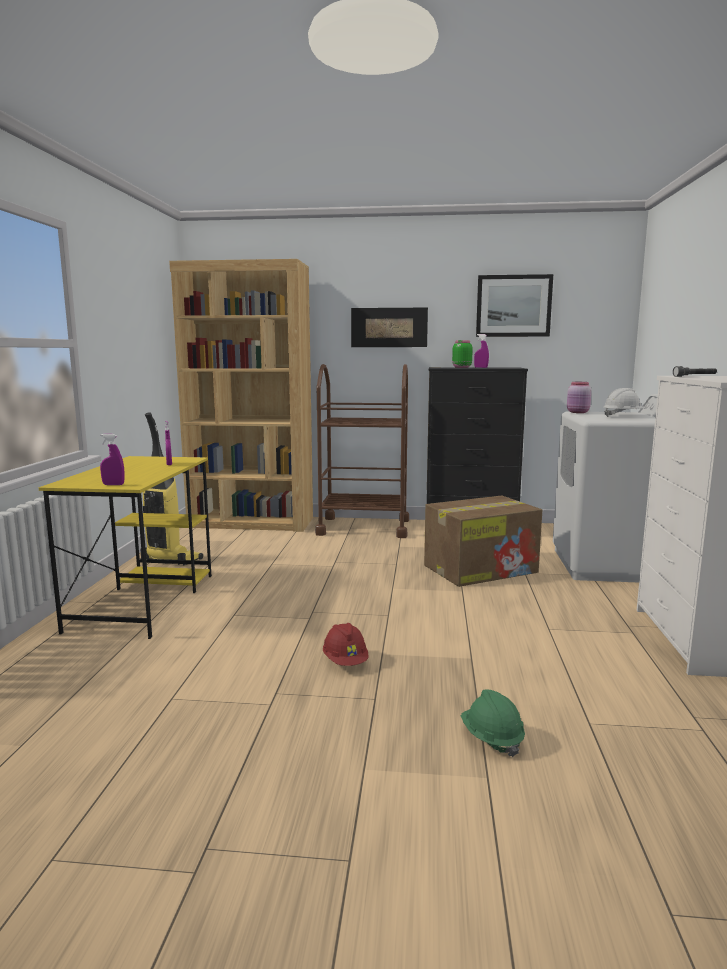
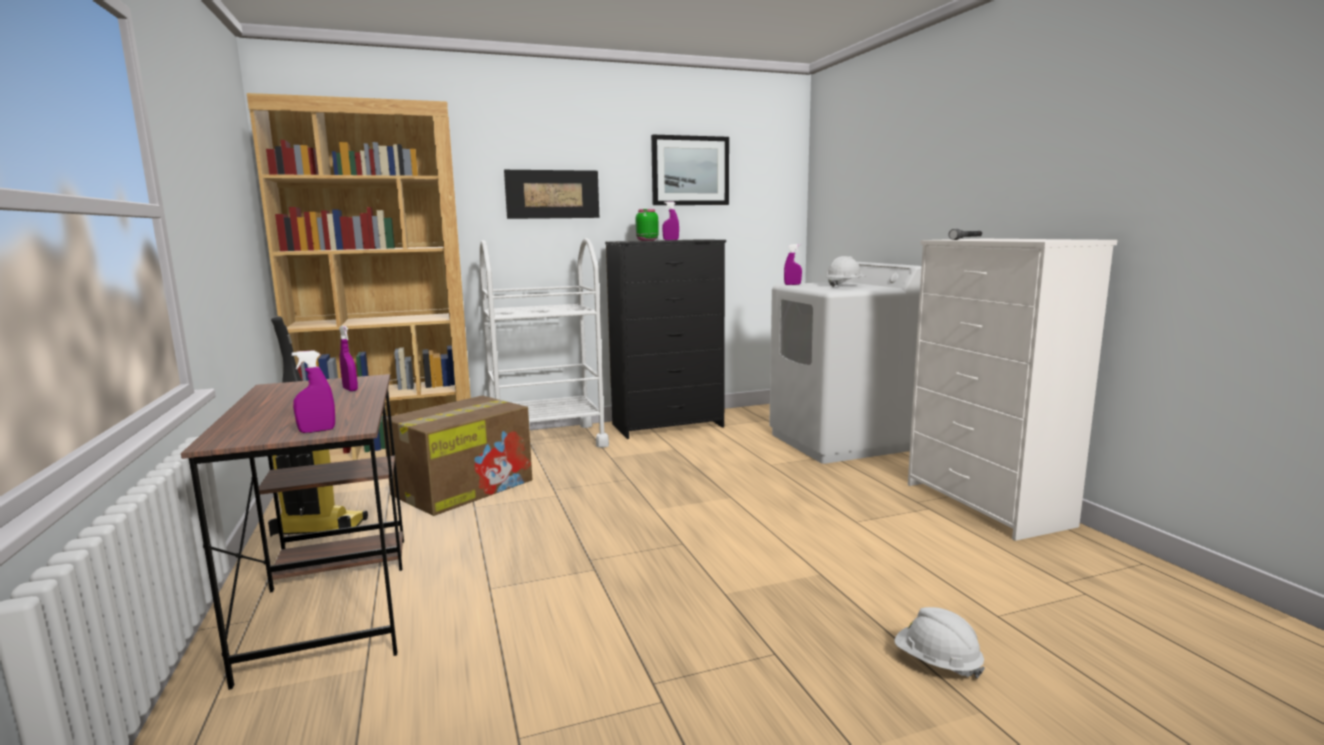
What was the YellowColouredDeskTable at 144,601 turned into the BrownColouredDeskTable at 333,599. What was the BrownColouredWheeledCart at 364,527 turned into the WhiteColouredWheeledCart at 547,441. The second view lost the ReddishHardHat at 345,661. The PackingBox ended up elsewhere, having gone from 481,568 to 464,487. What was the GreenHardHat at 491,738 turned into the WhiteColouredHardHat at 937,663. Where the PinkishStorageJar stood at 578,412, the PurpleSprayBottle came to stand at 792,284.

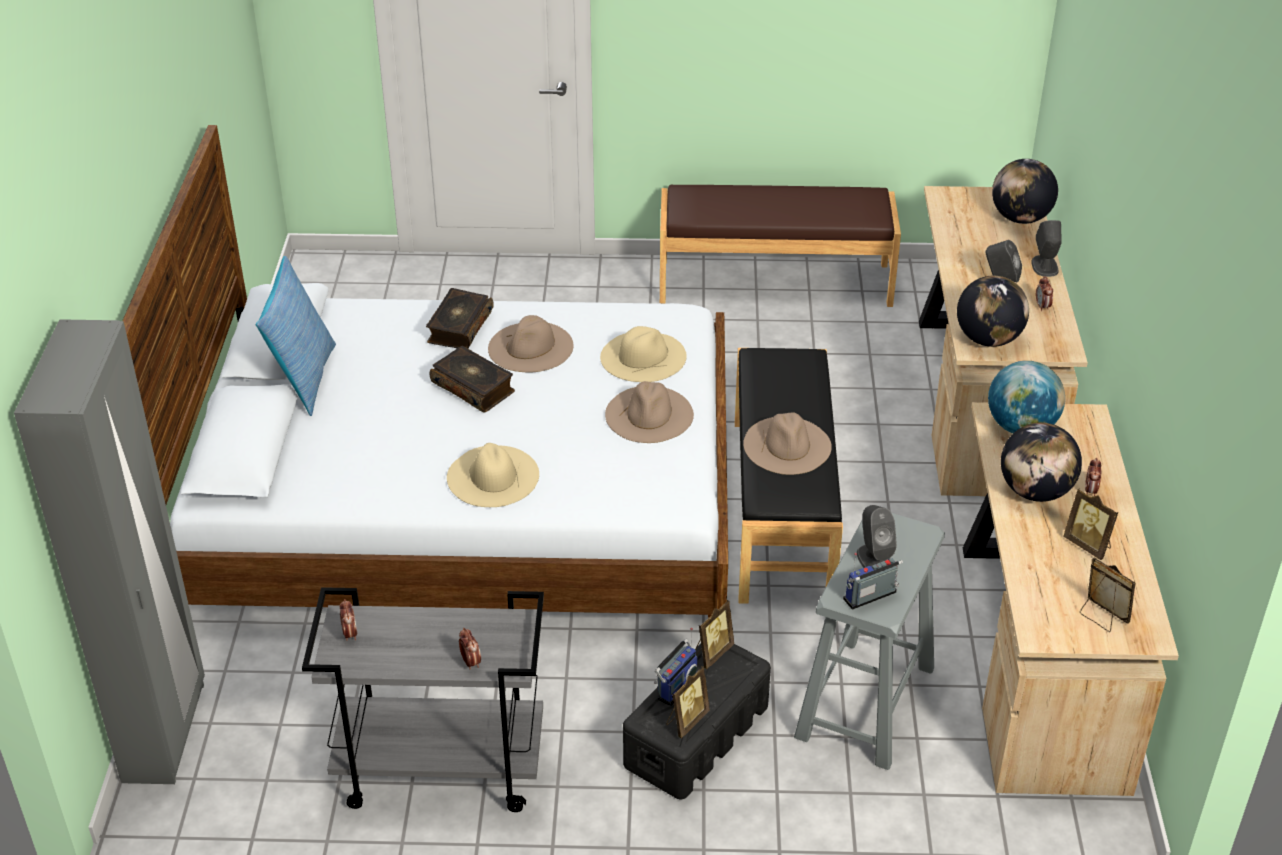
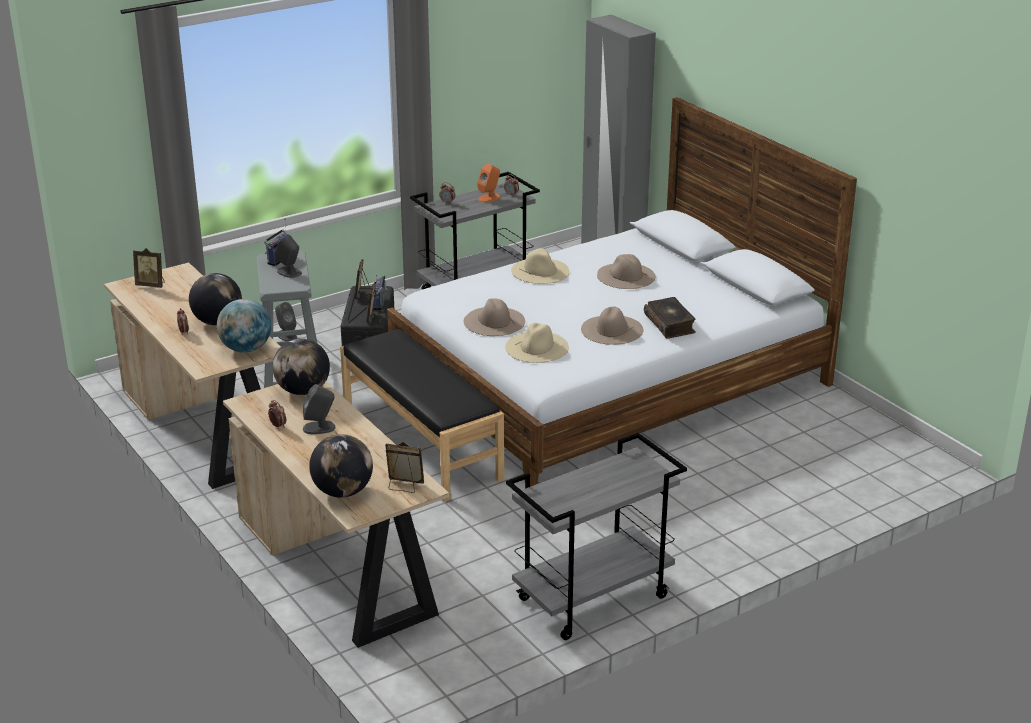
The second view lost the Cushion at 303,379. The second view lost the BoundBook at 473,387. Where the BrownColouredLongSeat stood at 774,282, the GreyishWheeledCart came to stand at 592,599. The SandColouredHat ended up elsewhere, having gone from 787,445 to 625,276. The GreyishLoudspeaker ended up elsewhere, having gone from 1044,266 to 286,335. The PhotoFrame ended up elsewhere, having gone from 1088,545 to 404,486. The second view gained the OrangeyLoudspeaker at 489,198.

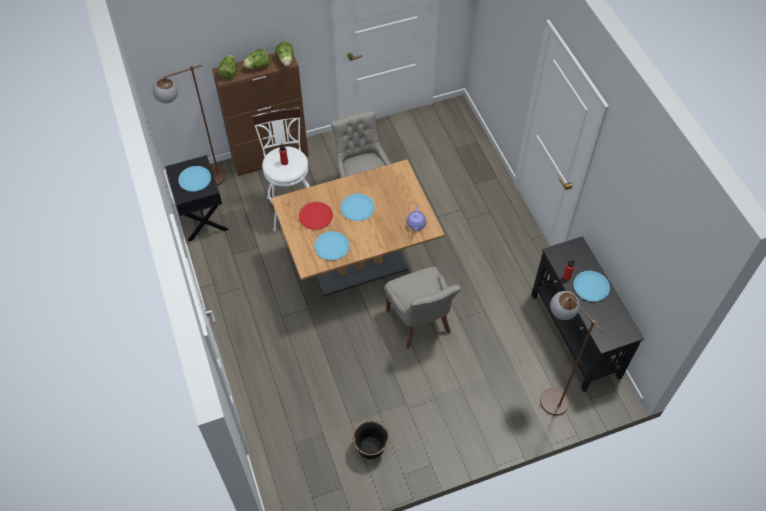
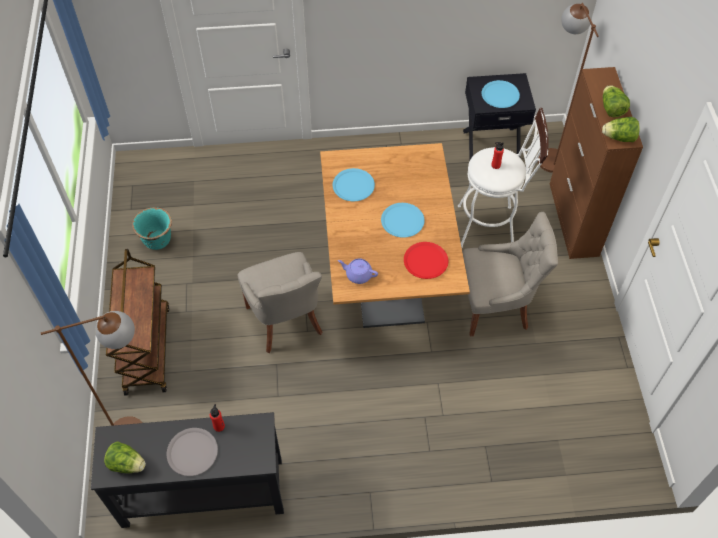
The HeadOfLettuce ended up elsewhere, having gone from 229,73 to 127,464. The ReddishFlatDish ended up elsewhere, having gone from 315,216 to 425,261. What was the BlackFlowerPot at 371,448 turned into the TurquoiseFlowerPot at 158,241. The GreyishChair at 420,322 ended up facing another way, 105 degrees counterclockwise from before. What was the BlueFlatDish at 591,286 turned into the GreyishFlatDish at 192,452. The second view gained the BrownColouredWheeledCart at 147,349.

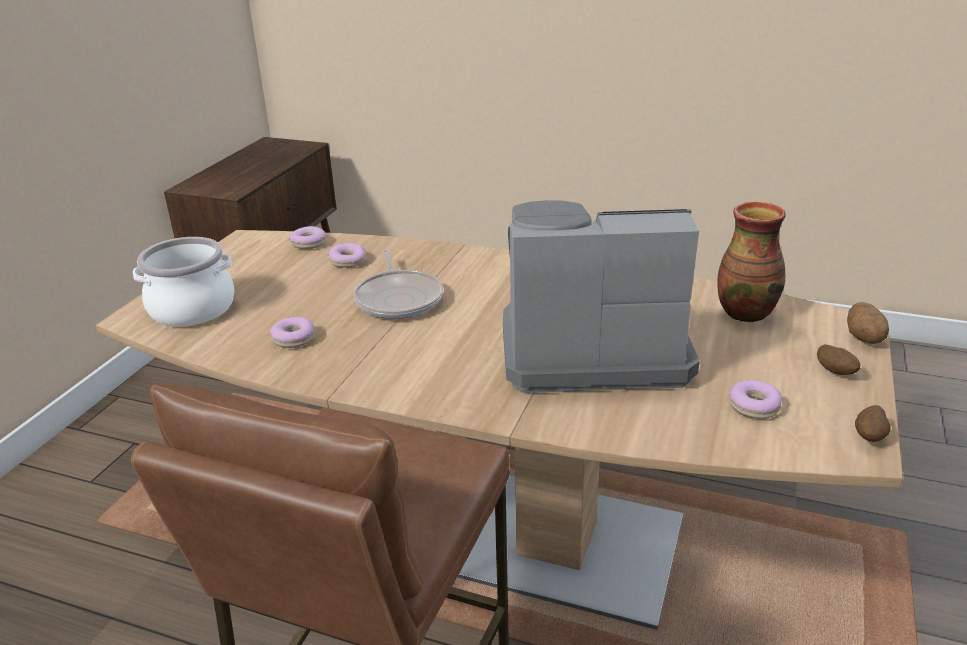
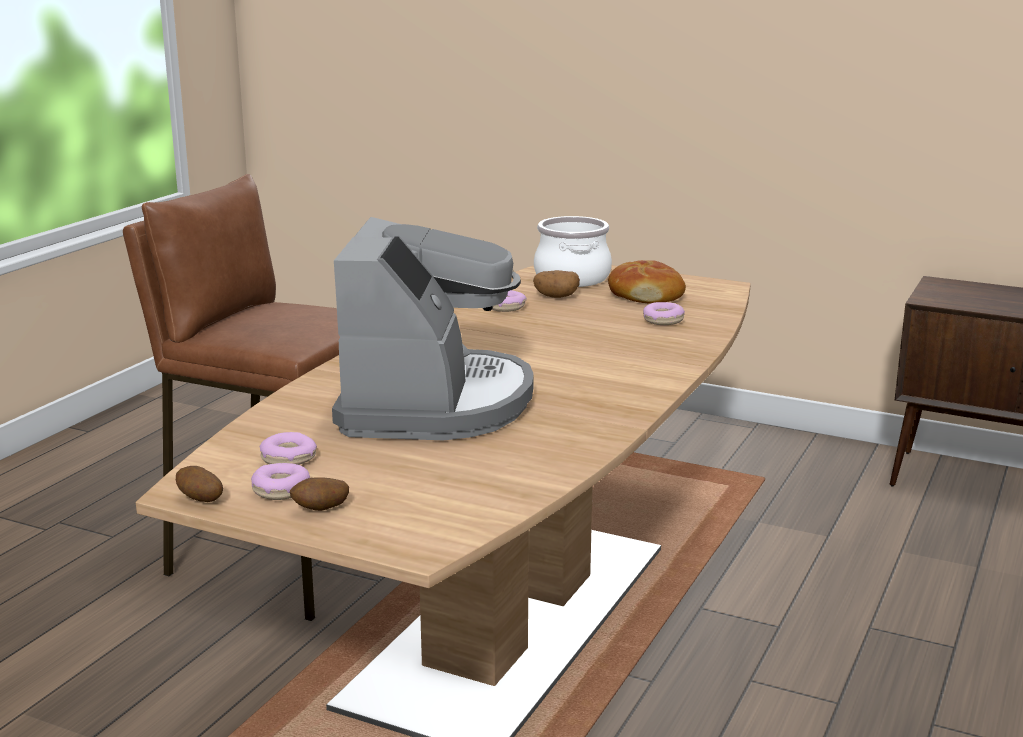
The Doughnut ended up elsewhere, having gone from 308,243 to 281,490. The second view lost the Pan at 399,298. The second view lost the DecorativeVase at 745,312. The Spud ended up elsewhere, having gone from 865,338 to 556,297. The second view gained the BakeryBread at 645,295.

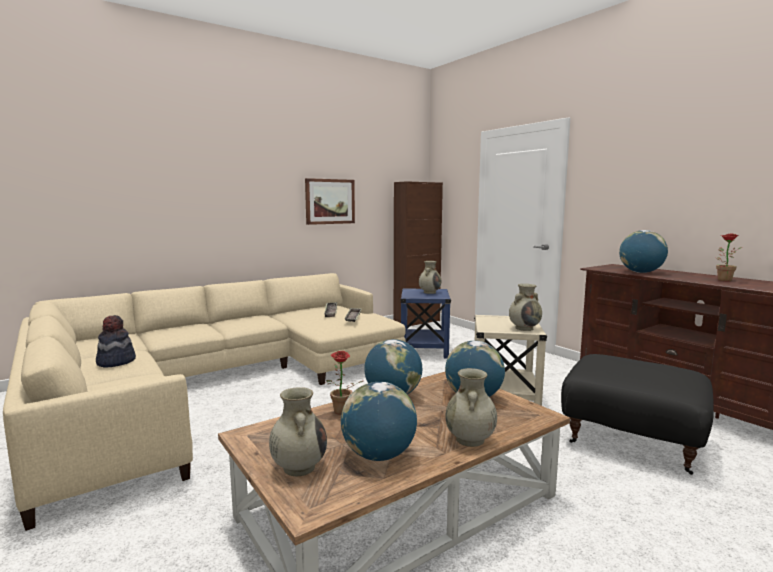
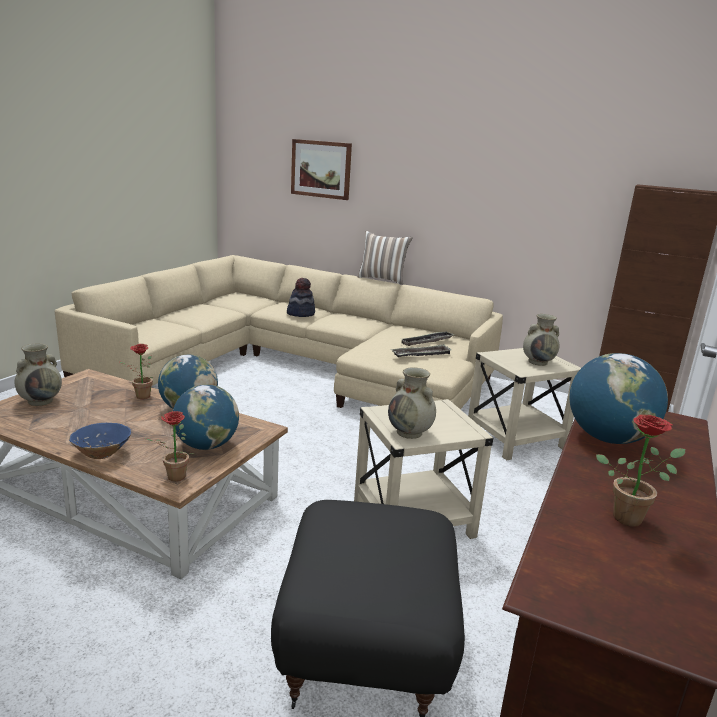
The Hat ended up elsewhere, having gone from 115,361 to 300,313. The WallArt ended up elsewhere, having gone from 330,201 to 321,169. The second view lost the Globe at 378,455. What was the BlueEndTable at 424,350 turned into the SandColouredEndTable at 516,439. Where the SandColouredDecorativeVase stood at 470,440, the BlueBowl came to stand at 102,454. The second view gained the PottedPlant at 172,478. The second view gained the Cushion at 382,279.

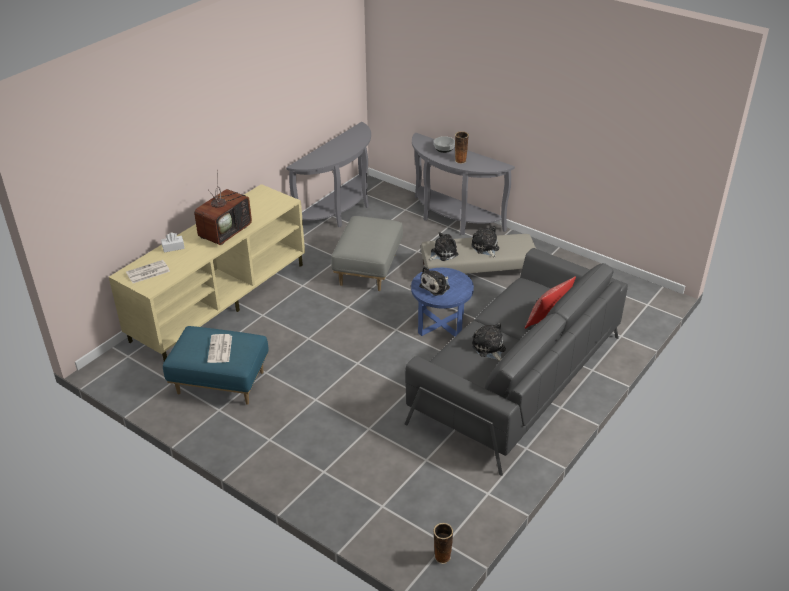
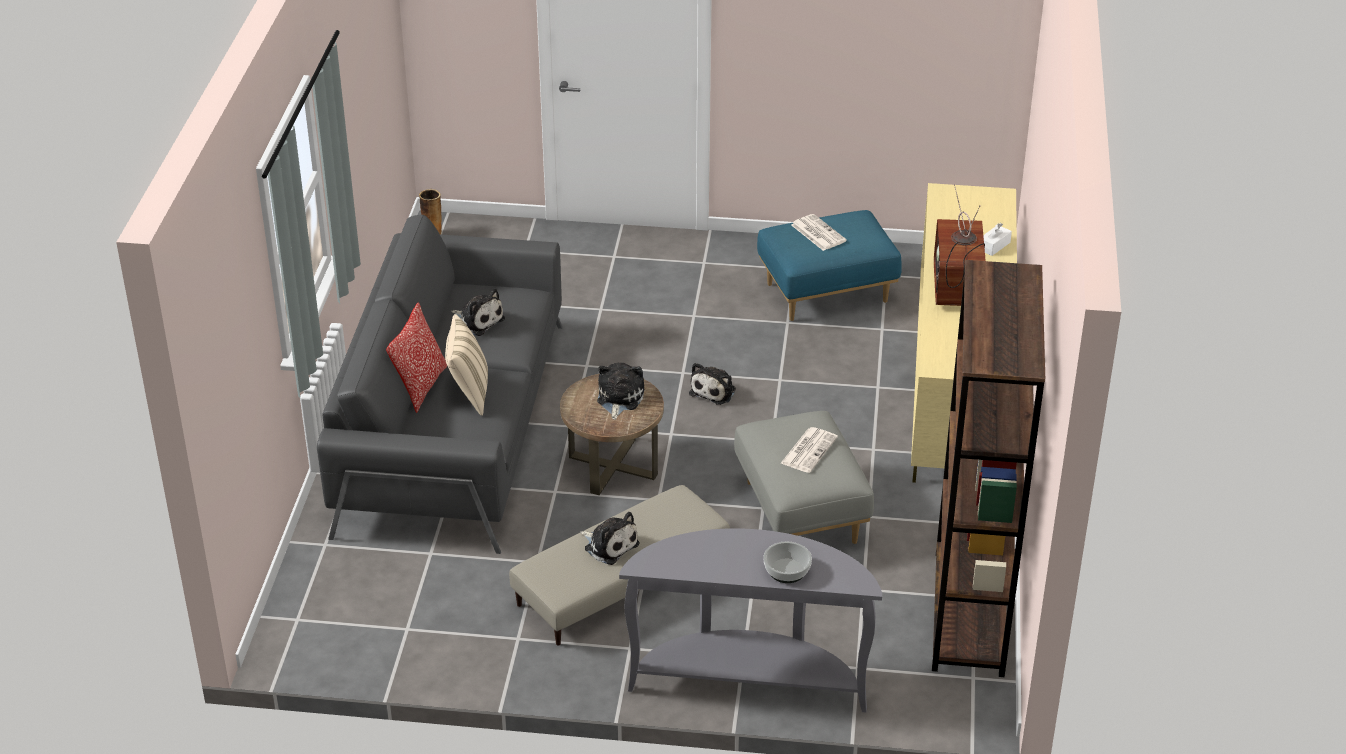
The DailyPaper ended up elsewhere, having gone from 147,272 to 809,450. Where the GreyishHallTable stood at 340,212, the BrownColouredShelvingUnit came to stand at 969,613. What was the BlueEndTable at 441,323 turned into the BrownColouredEndTable at 613,466. The CuddlyToy ended up elsewhere, having gone from 442,253 to 714,390. The second view lost the DecorativeVase at 460,161. The second view gained the SandColouredCushion at 469,393.

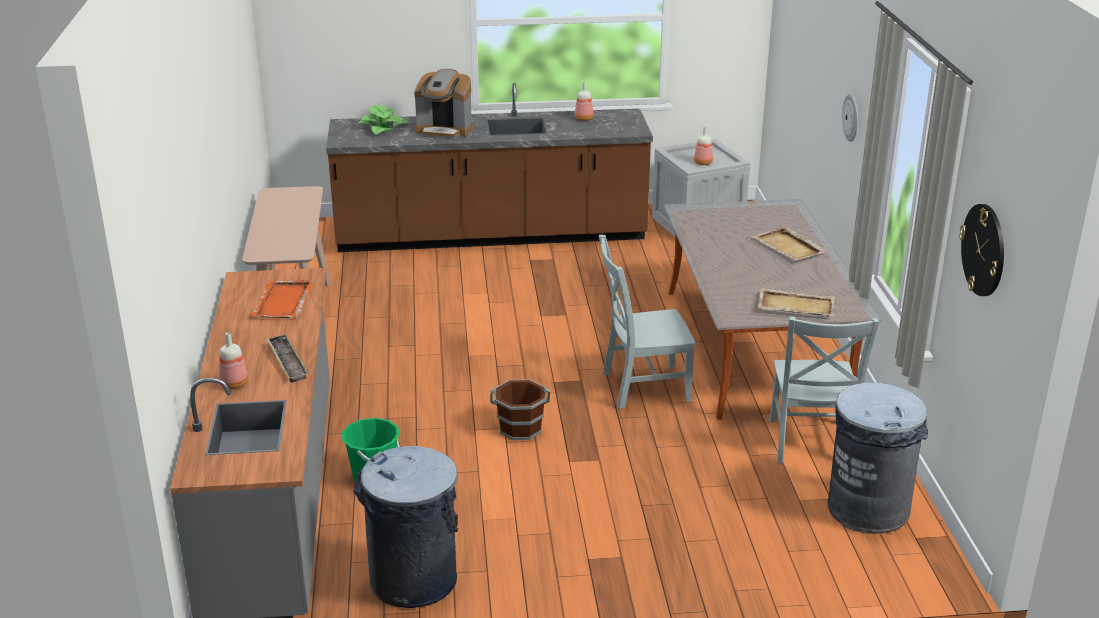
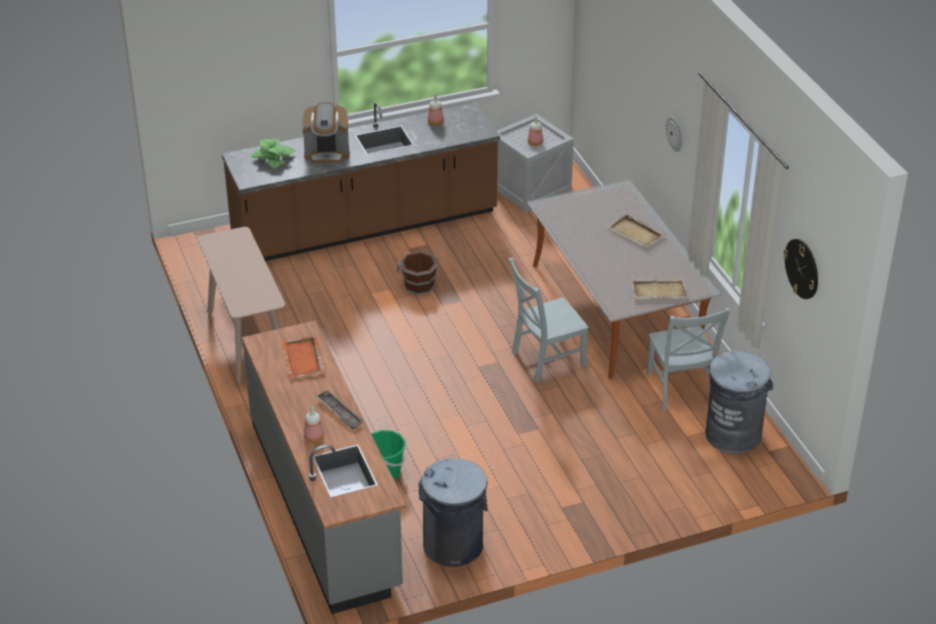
The BrownColouredWaterBucket ended up elsewhere, having gone from 520,427 to 419,285.

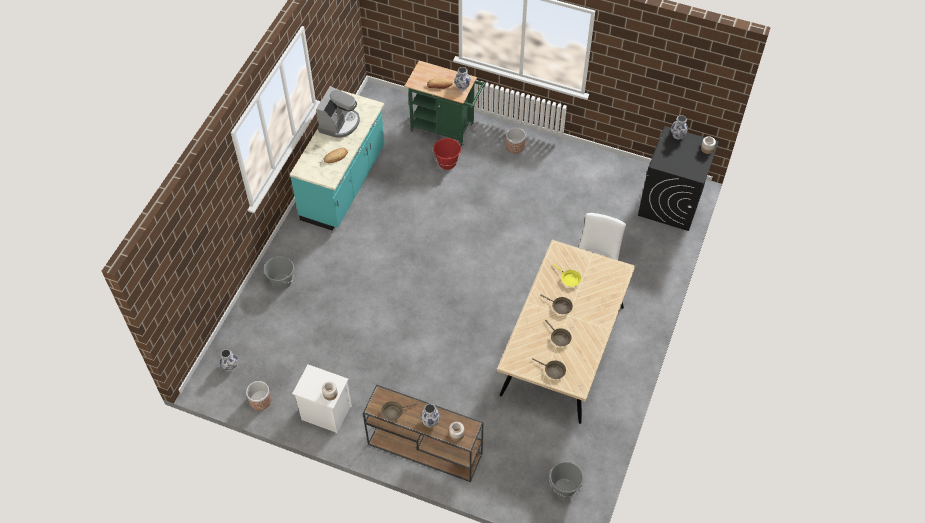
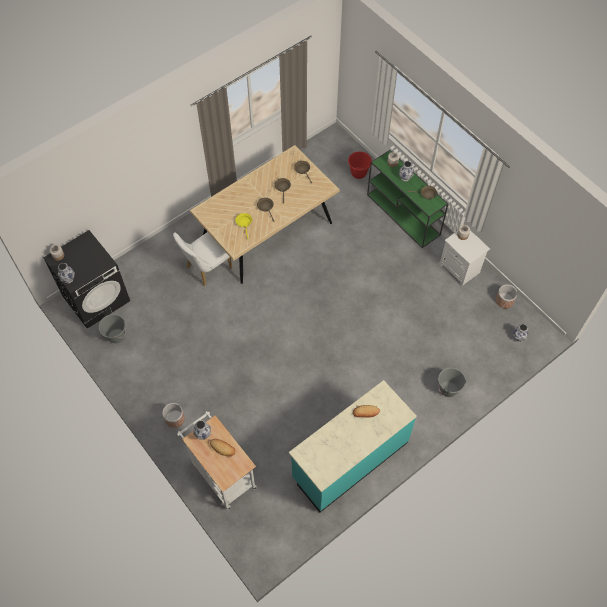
The second view lost the CoffeeMaker at 339,123. What was the BrownColouredHallTable at 423,448 turned into the GreenHallTable at 404,215. What was the GreenWheeledCart at 446,128 turned into the WhiteColouredWheeledCart at 221,473. The ReddishWaterBucket ended up elsewhere, having gone from 447,163 to 358,173. The GreyishWaterBucket ended up elsewhere, having gone from 564,488 to 116,336.

